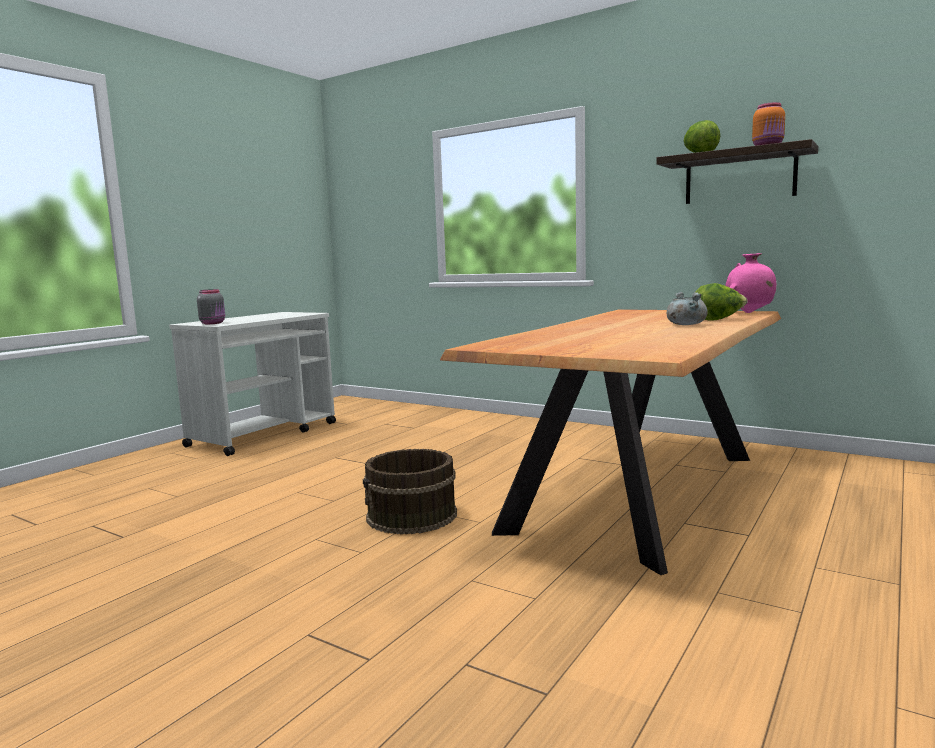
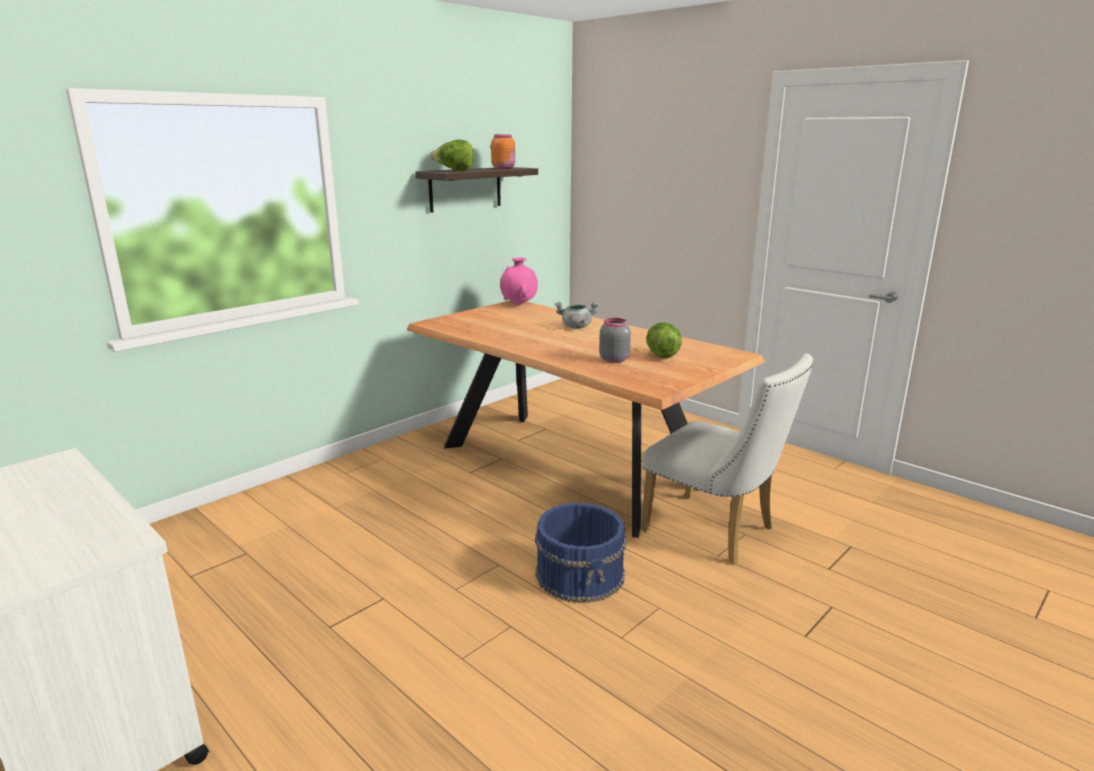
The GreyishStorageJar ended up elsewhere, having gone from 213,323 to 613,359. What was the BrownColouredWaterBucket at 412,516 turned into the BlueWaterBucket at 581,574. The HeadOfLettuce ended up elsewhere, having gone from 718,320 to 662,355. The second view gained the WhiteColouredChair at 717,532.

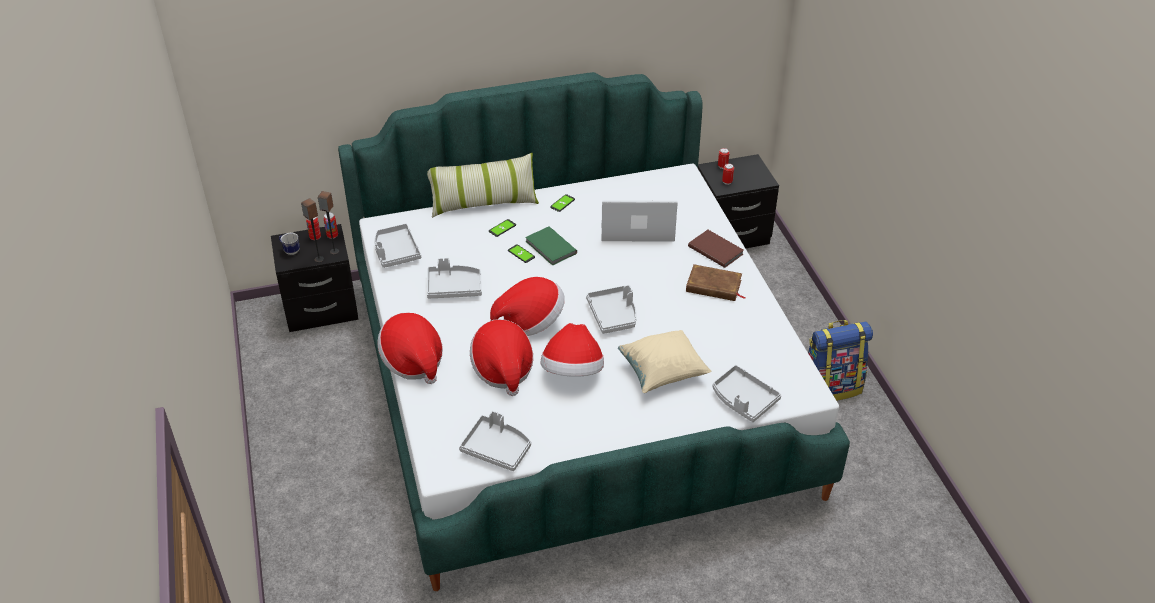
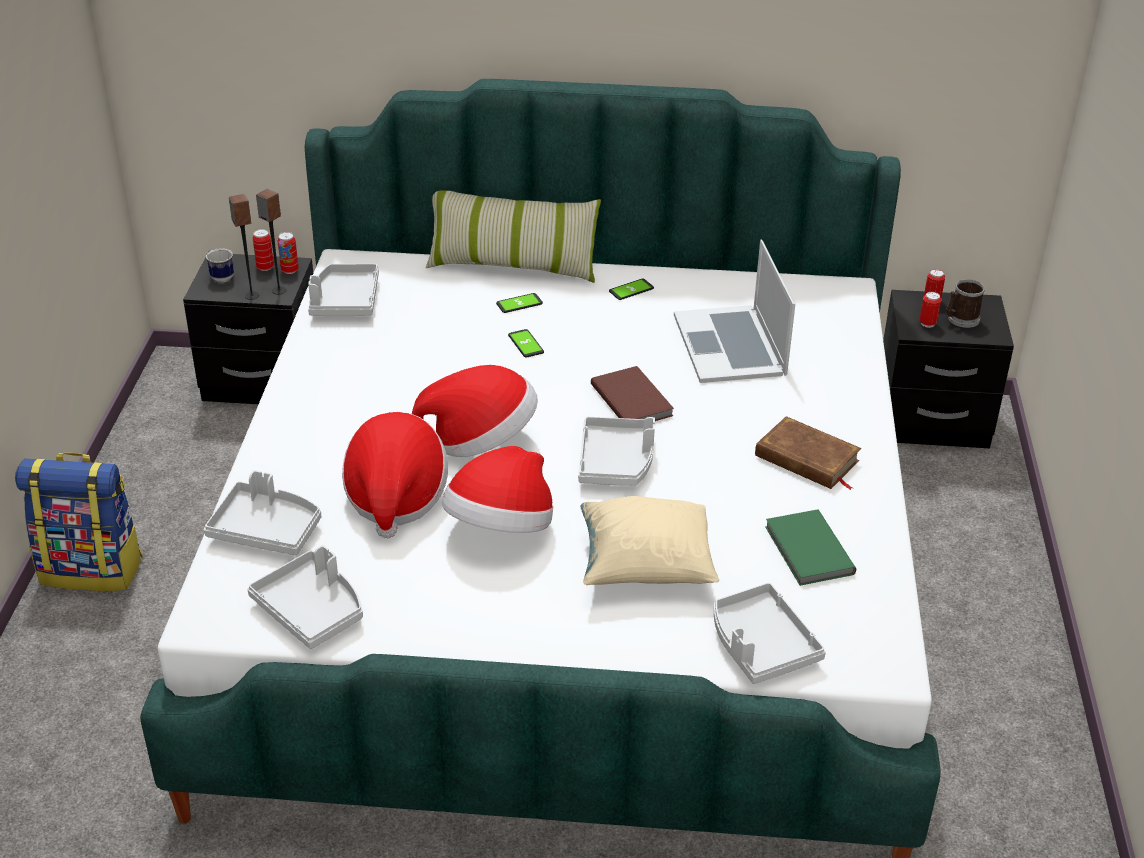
The second view lost the Hat at 413,361. The GreyishServingTray ended up elsewhere, having gone from 454,287 to 267,529. The GreenBoundBook ended up elsewhere, having gone from 550,248 to 807,551. The PortableComputer at 637,225 ended up facing another way, 120 degrees counterclockwise from before. The BrownColouredBoundBook ended up elsewhere, having gone from 716,249 to 633,399. The Knapsack ended up elsewhere, having gone from 830,387 to 93,569. The second view gained the Mug at 960,319.

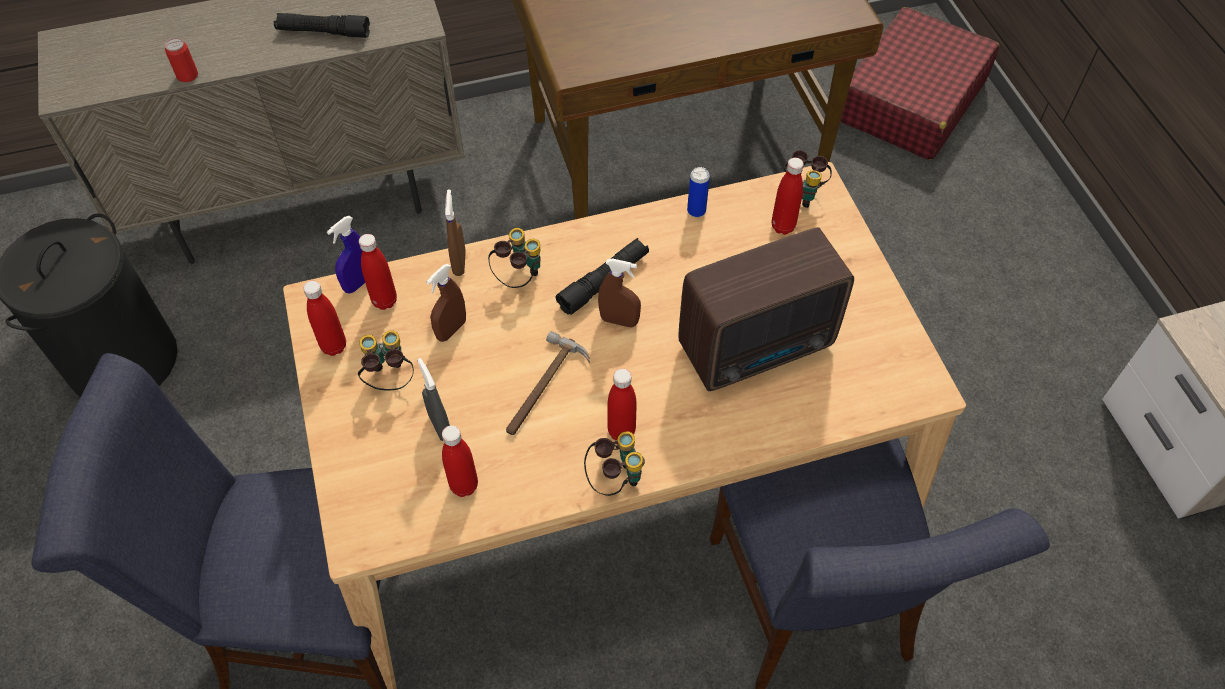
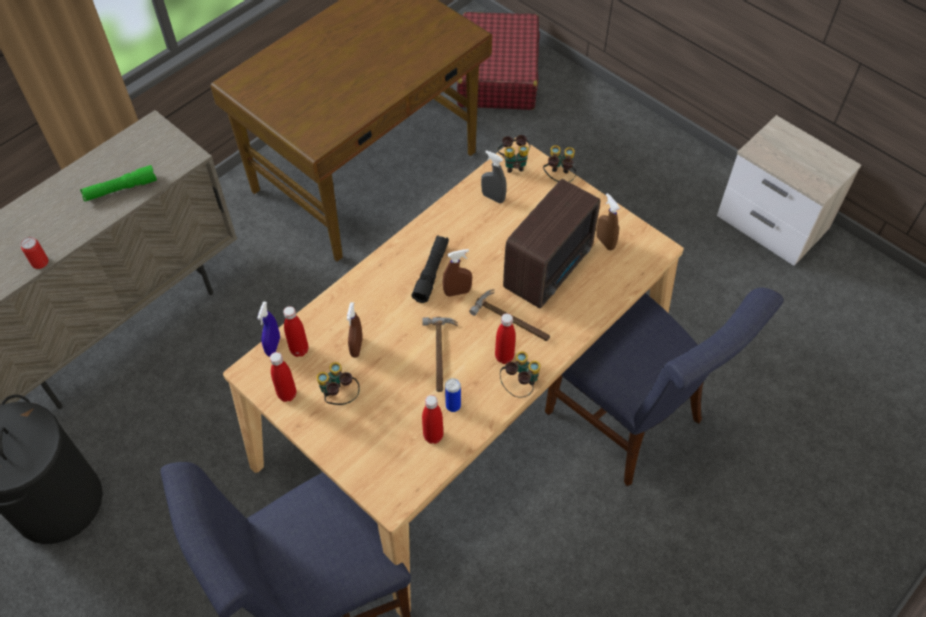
What was the BlackTorch at 323,32 turned into the GreenTorch at 120,189. The GreyishSprayBottle ended up elsewhere, having gone from 440,426 to 493,197. The BrownColouredSprayBottle ended up elsewhere, having gone from 459,263 to 605,242. The FieldGlasses ended up elsewhere, having gone from 518,277 to 558,178. The MetalCan ended up elsewhere, having gone from 696,211 to 453,406. The second view lost the ReddishDrinkBottle at 783,226. The second view gained the ToolHammer at 513,320.

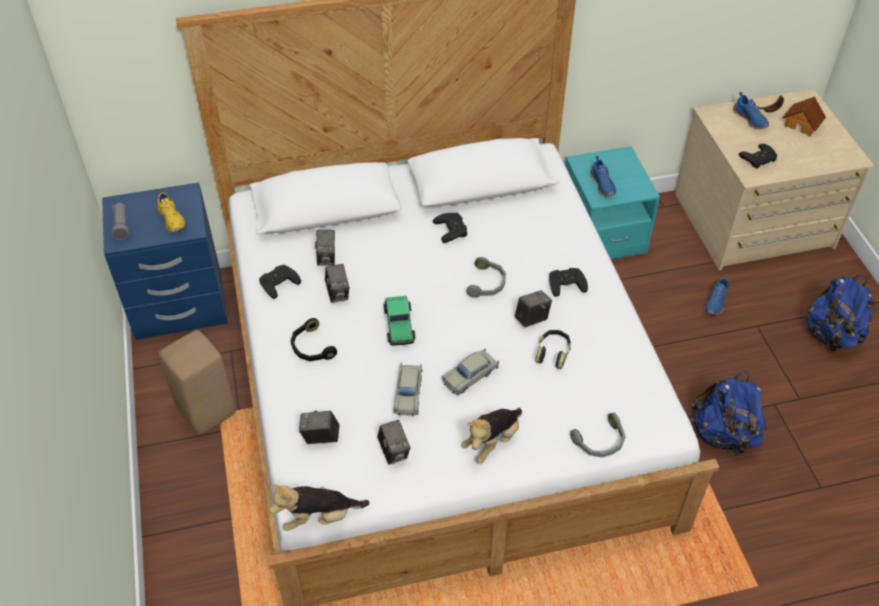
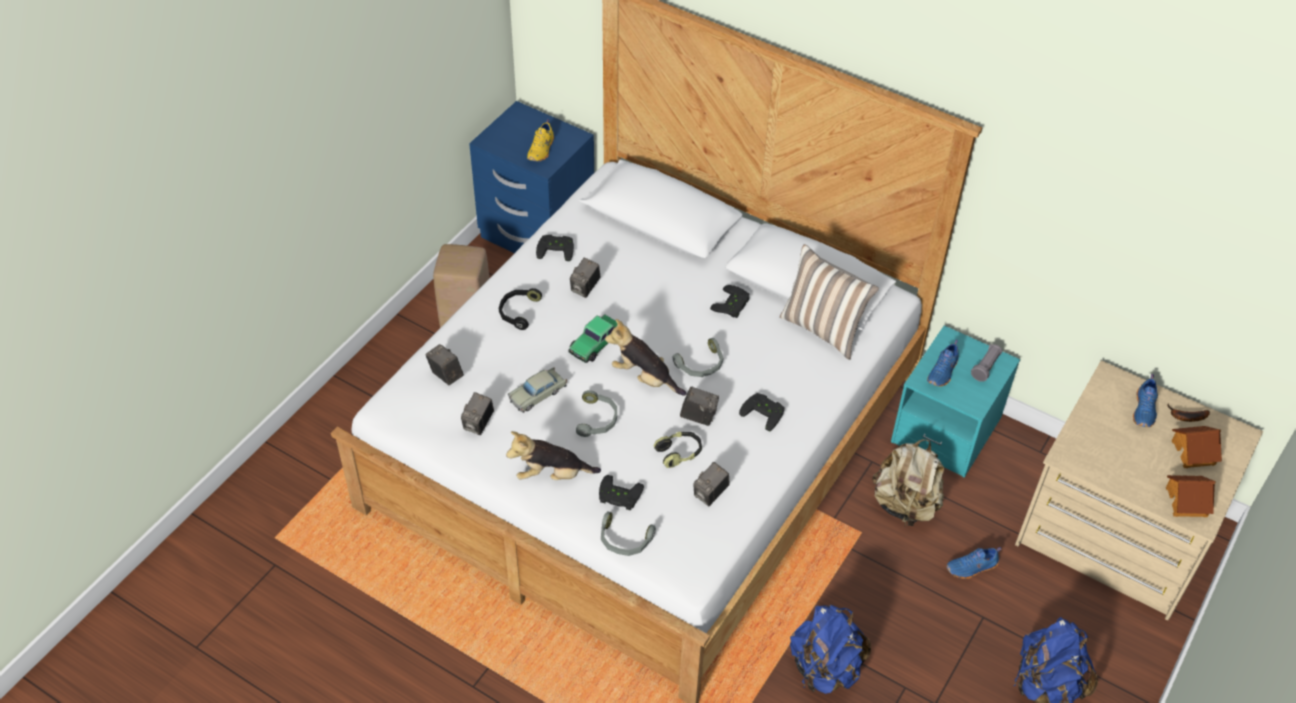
The GreyishTorch ended up elsewhere, having gone from 122,226 to 986,367. The CuddlyToy ended up elsewhere, having gone from 319,517 to 644,378. The StillCamera ended up elsewhere, having gone from 327,258 to 710,494. Where the SandColouredToyCar stood at 470,376, the GreyishHeadset came to stand at 598,419. The BlackGamepad ended up elsewhere, having gone from 759,159 to 618,497. The second view gained the Cushion at 823,329. The second view gained the SandColouredKnapsack at 905,505. The second view gained the ToyHouse at 1187,501.

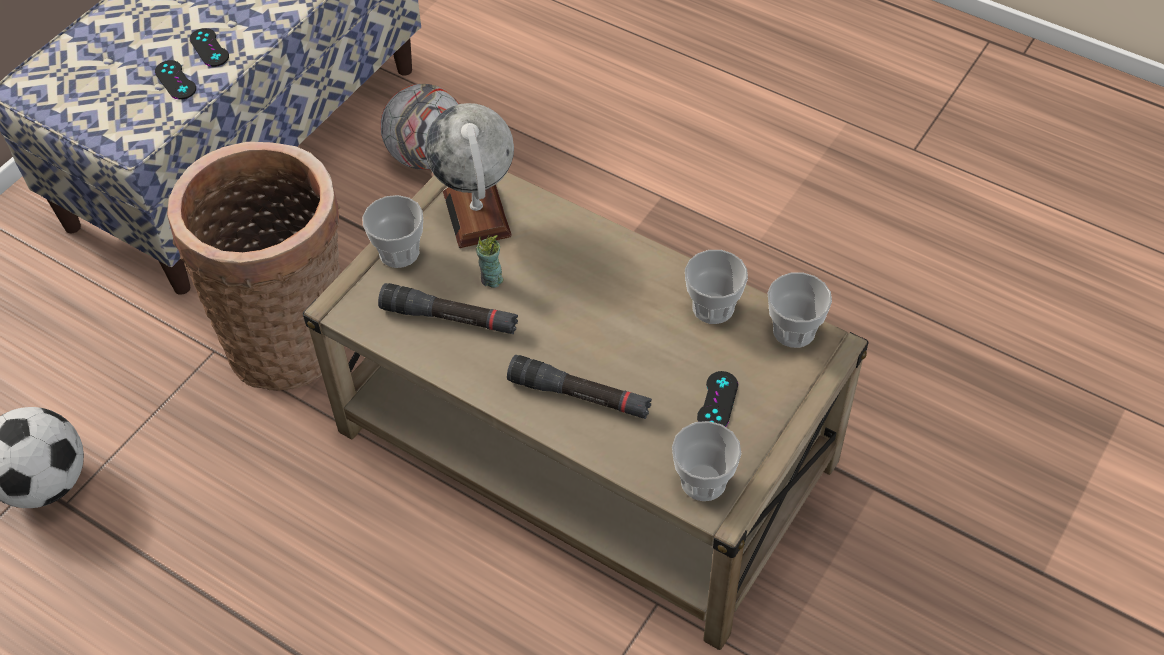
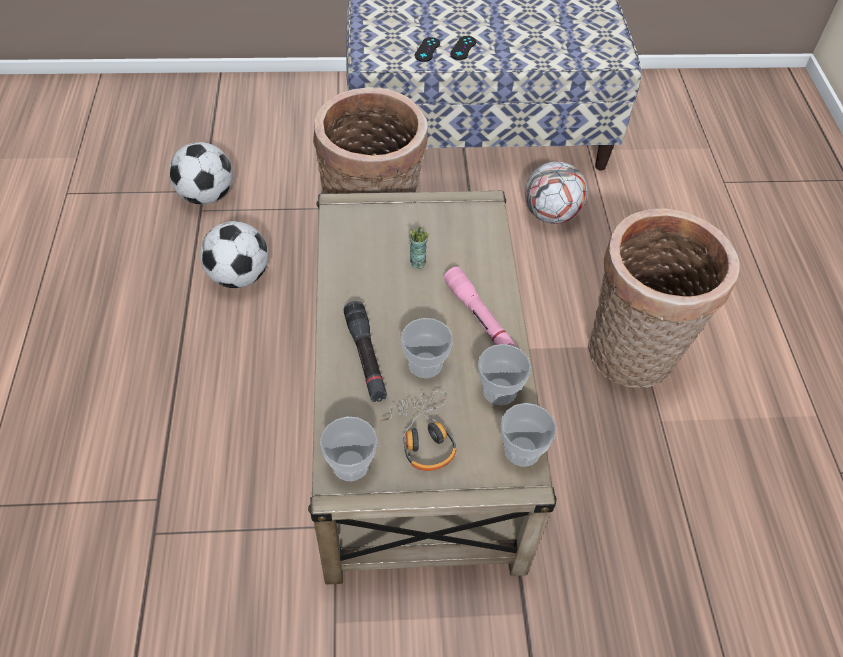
The DrinkingCup ended up elsewhere, having gone from 399,252 to 425,364. The second view lost the BlackTorch at 449,318. The second view lost the Globe at 477,214. Where the BlackGamepad stood at 717,401, the Headset came to stand at 423,436. The second view gained the FootballBall at 239,276. The second view gained the PinkishTorch at 478,317. The second view gained the Basket at 631,358.

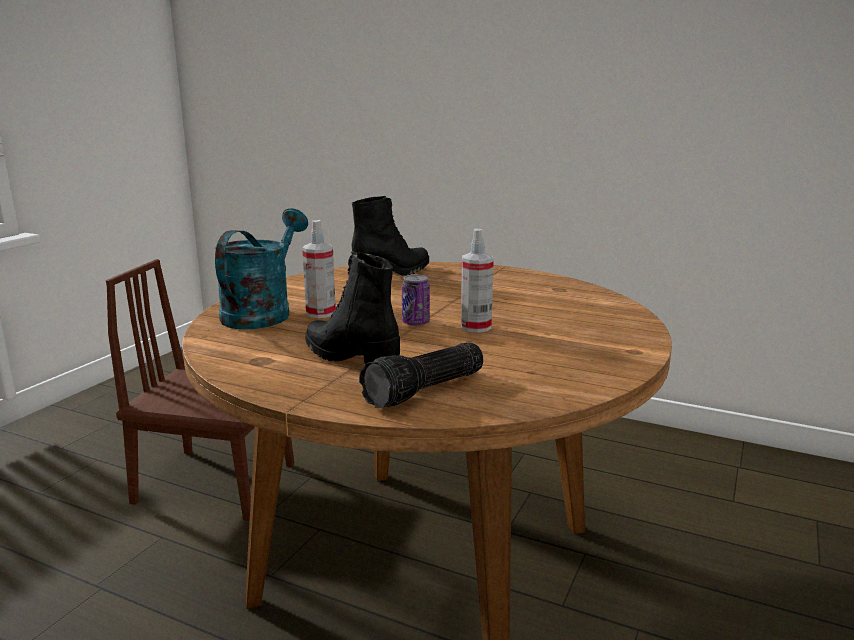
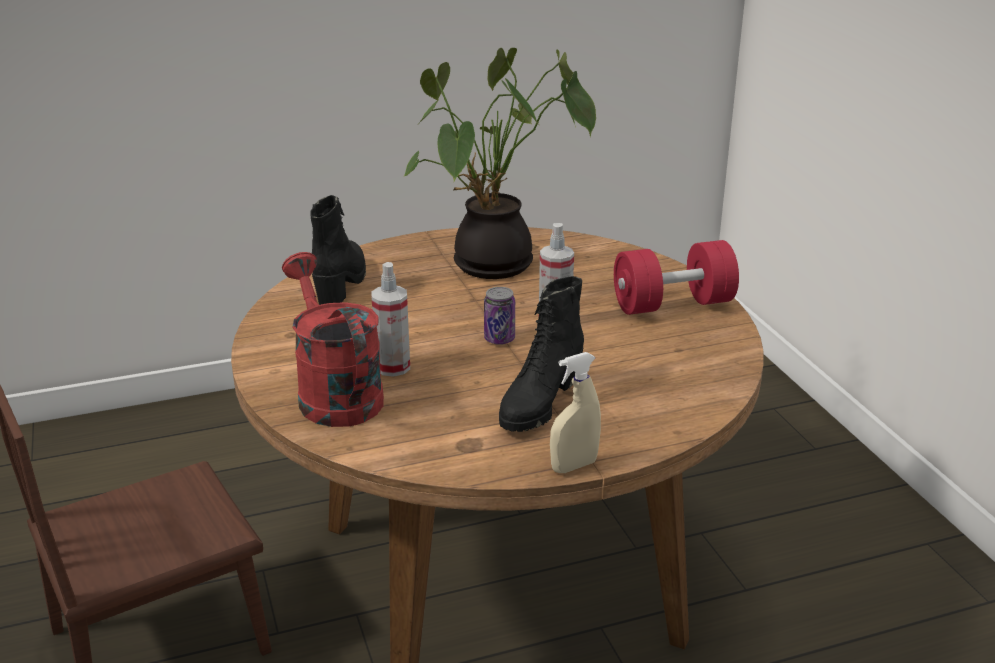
What was the TurquoiseWateringPot at 262,312 turned into the ReddishWateringPot at 334,393. The BlackHighTopBoot at 353,360 ended up facing another way, 60 degrees counterclockwise from before. The second view lost the Torch at 426,391. The second view gained the PottedPlant at 493,268. The second view gained the SandColouredSprayBottle at 574,466. The second view gained the ReddishFreeWeight at 673,304.

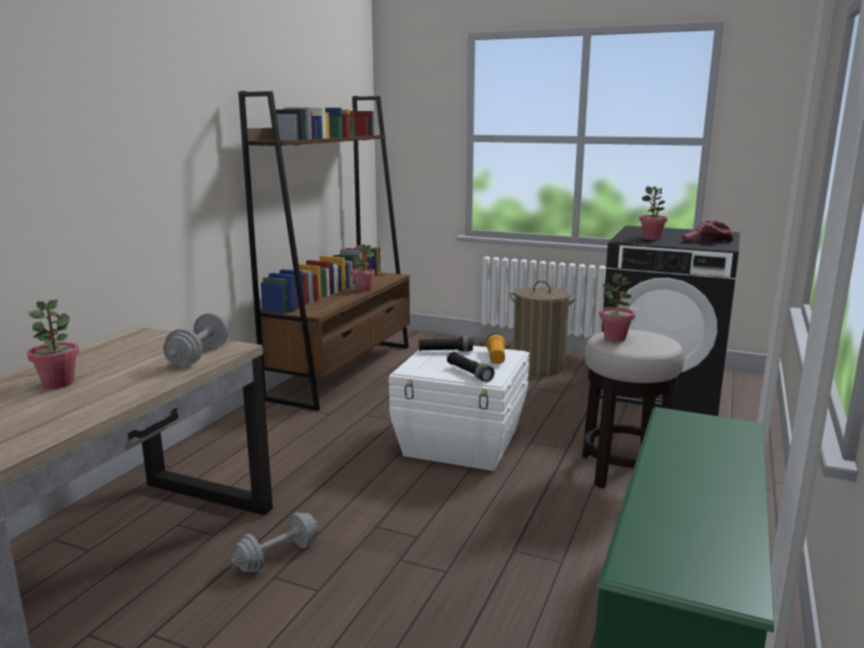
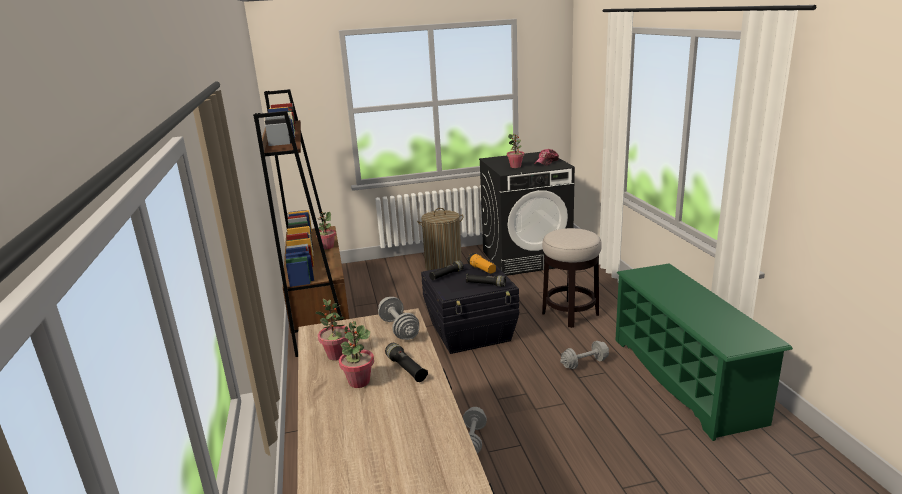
What was the WhiteColouredStorageBin at 462,443 turned into the BlackStorageBin at 471,332. The PottedPlant ended up elsewhere, having gone from 615,338 to 337,355. The second view gained the BlackTorch at 406,369. The second view gained the GreyishFreeWeight at 584,363.

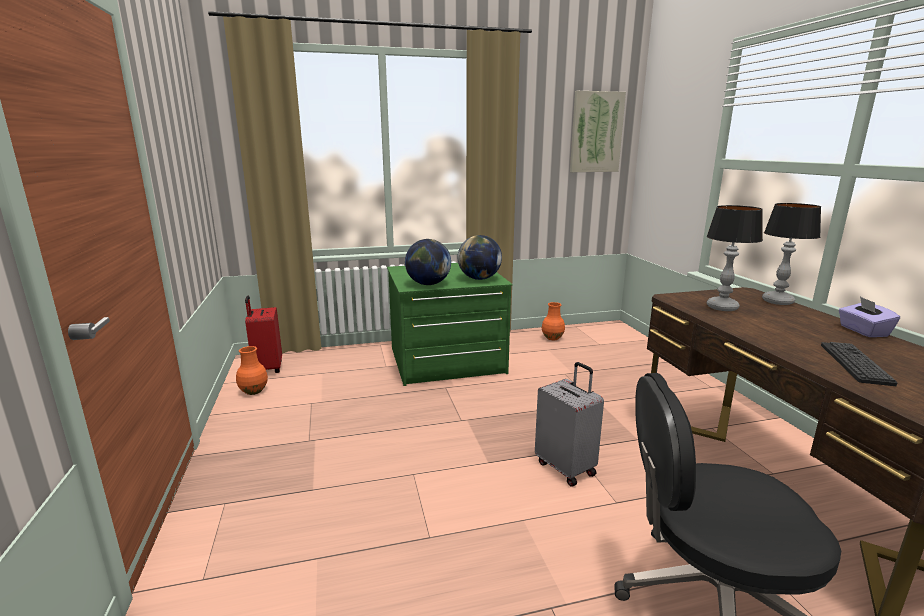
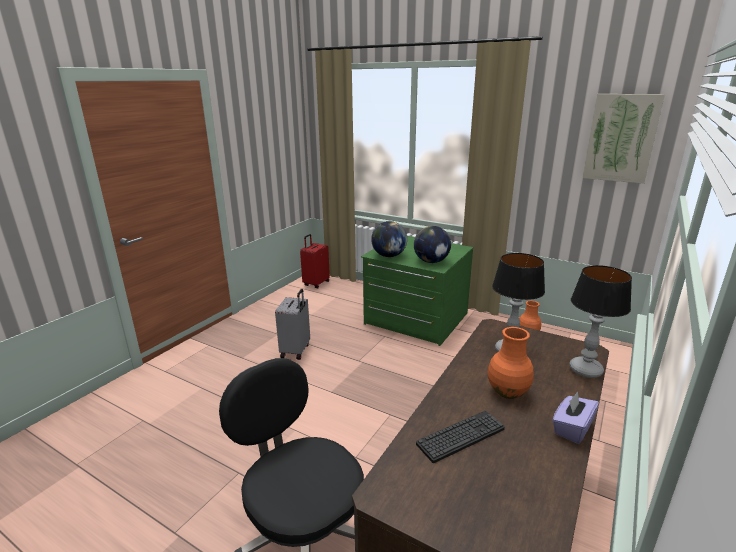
The OrangeyDecorativeVase ended up elsewhere, having gone from 253,391 to 507,391. The GreyishSuitcase ended up elsewhere, having gone from 566,468 to 296,351.

